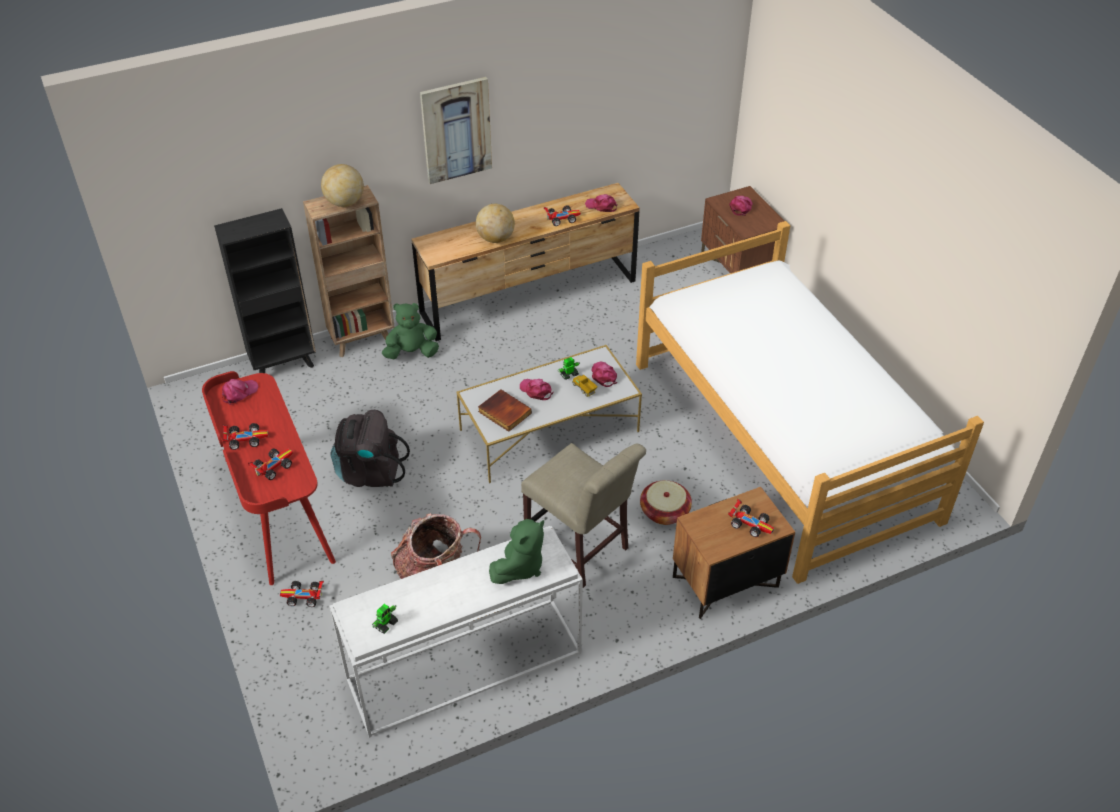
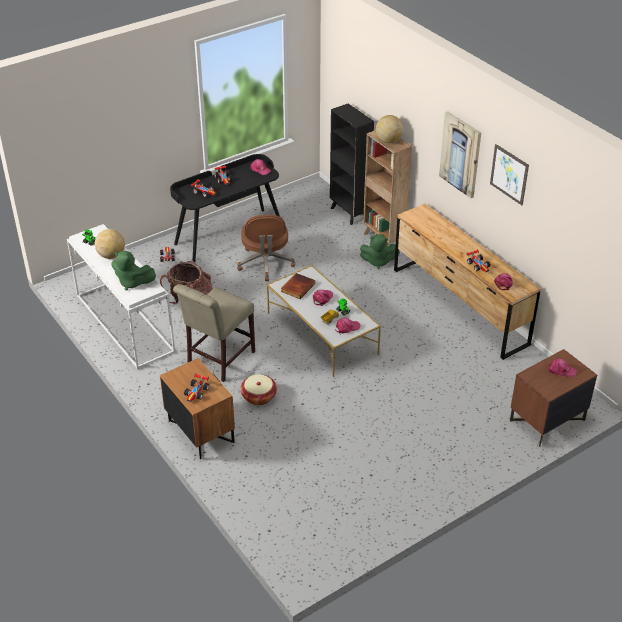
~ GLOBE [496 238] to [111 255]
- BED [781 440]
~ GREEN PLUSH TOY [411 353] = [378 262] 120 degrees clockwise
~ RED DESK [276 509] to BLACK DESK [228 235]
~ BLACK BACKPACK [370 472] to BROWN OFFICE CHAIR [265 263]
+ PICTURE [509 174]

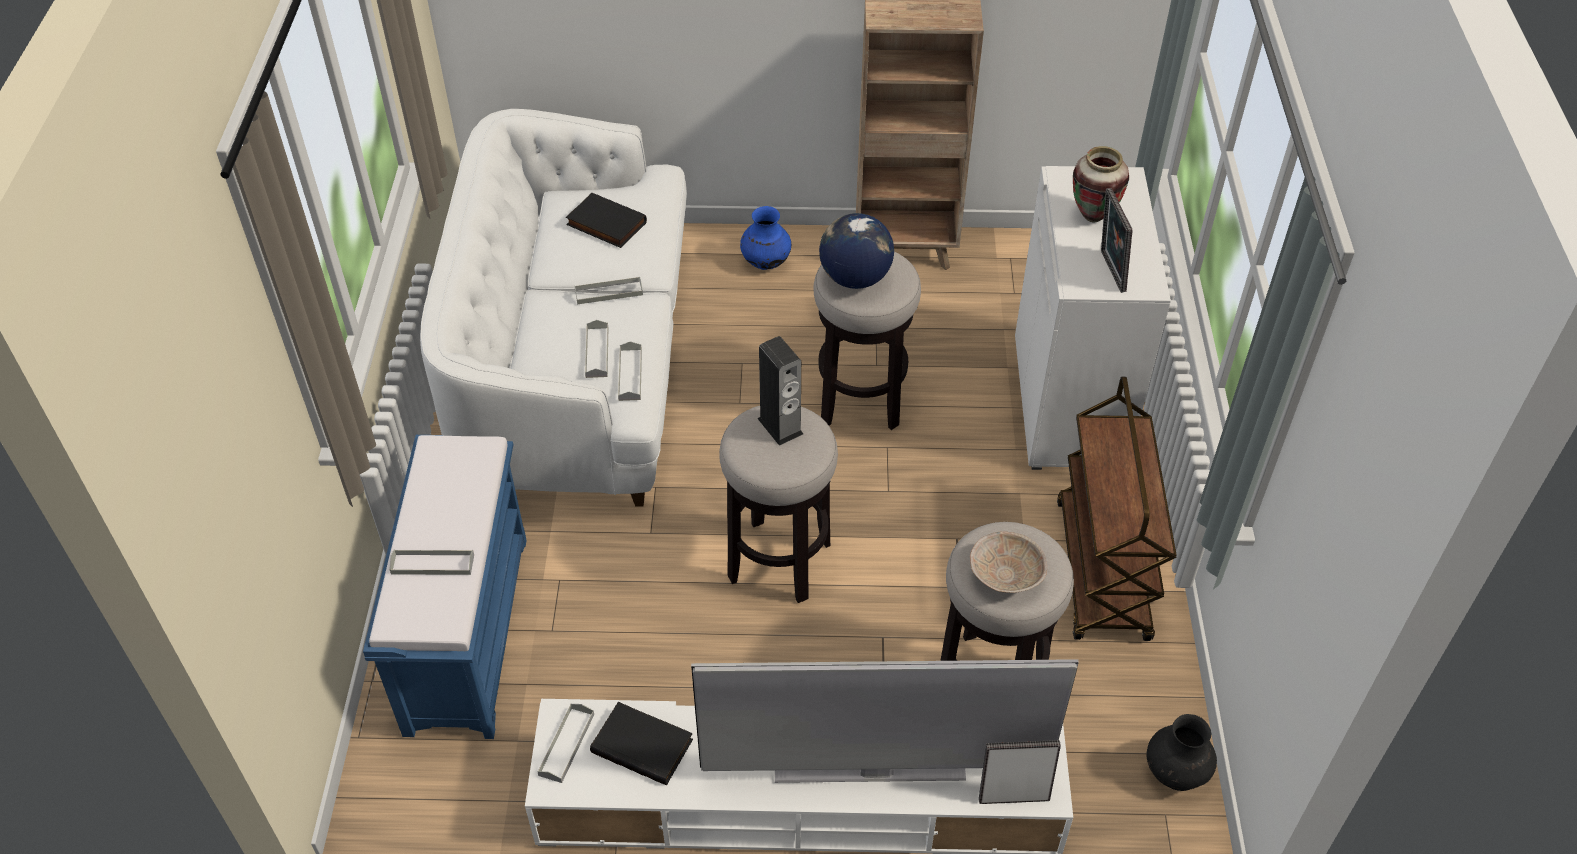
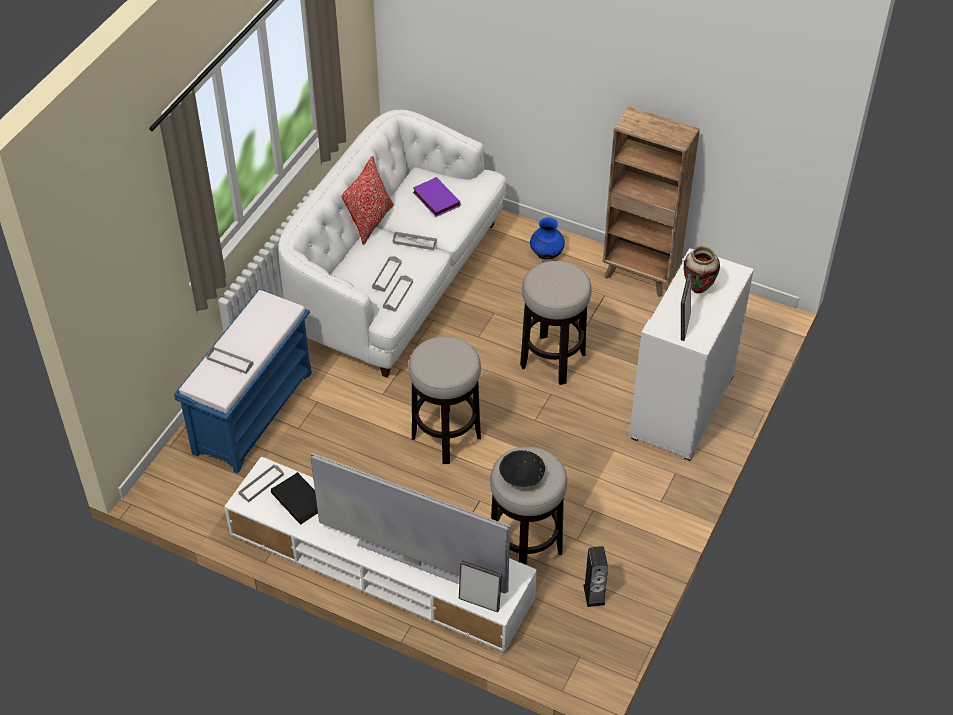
~ BLACK BOOK [605 224] to PURPLE BOOK [435 199]
- GLOBE [854 278]
~ SPEAKER [780 426] to [594 594]
- BROWN CART [1103 571]
~ BEIGE BOWL [1005 573] to BLACK BOWL [521 475]
- BLACK VASE [1175 772]
+ PILLOW [370 222]

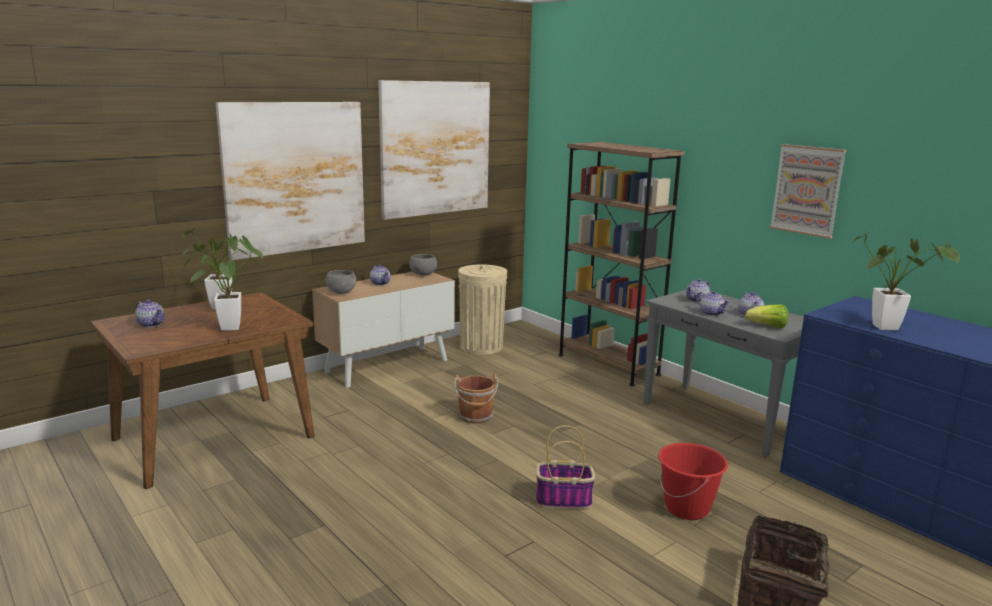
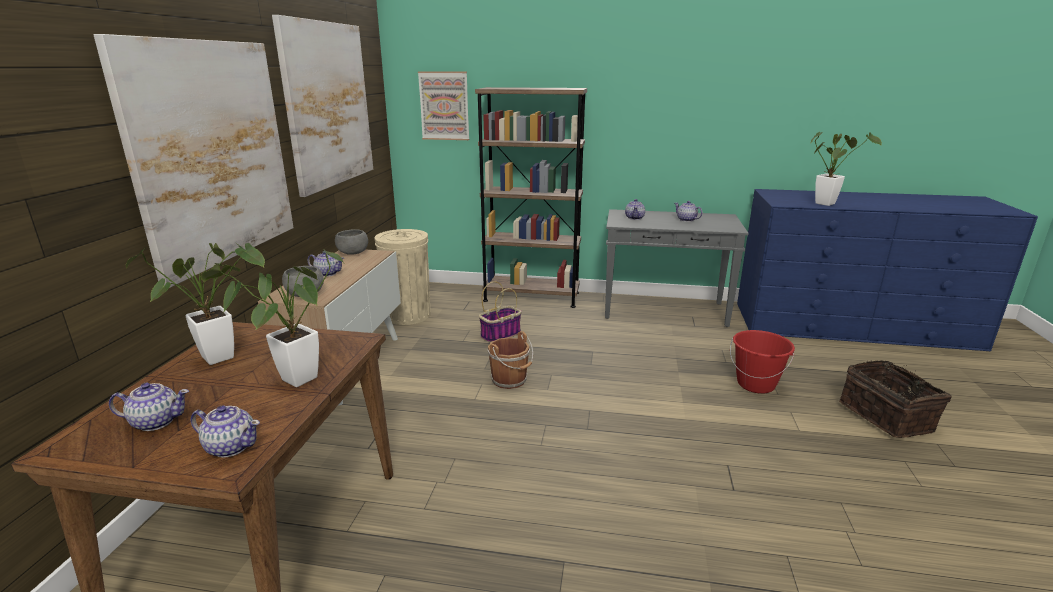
~ PICTURE [807 190] to [444 106]
~ TEAPOT [711 313] to [231 446]
- LETTUCE [767 326]
~ BASKET [564 500] to [500 334]

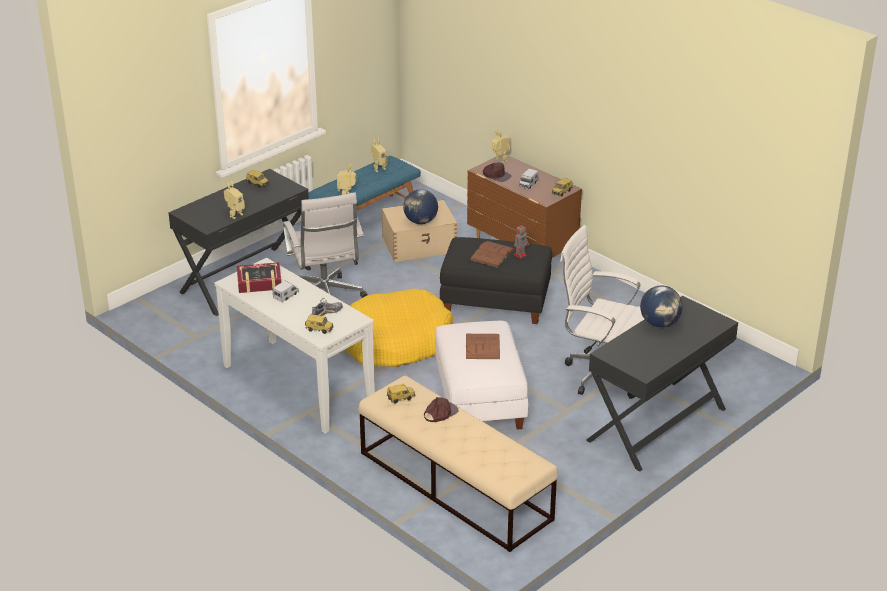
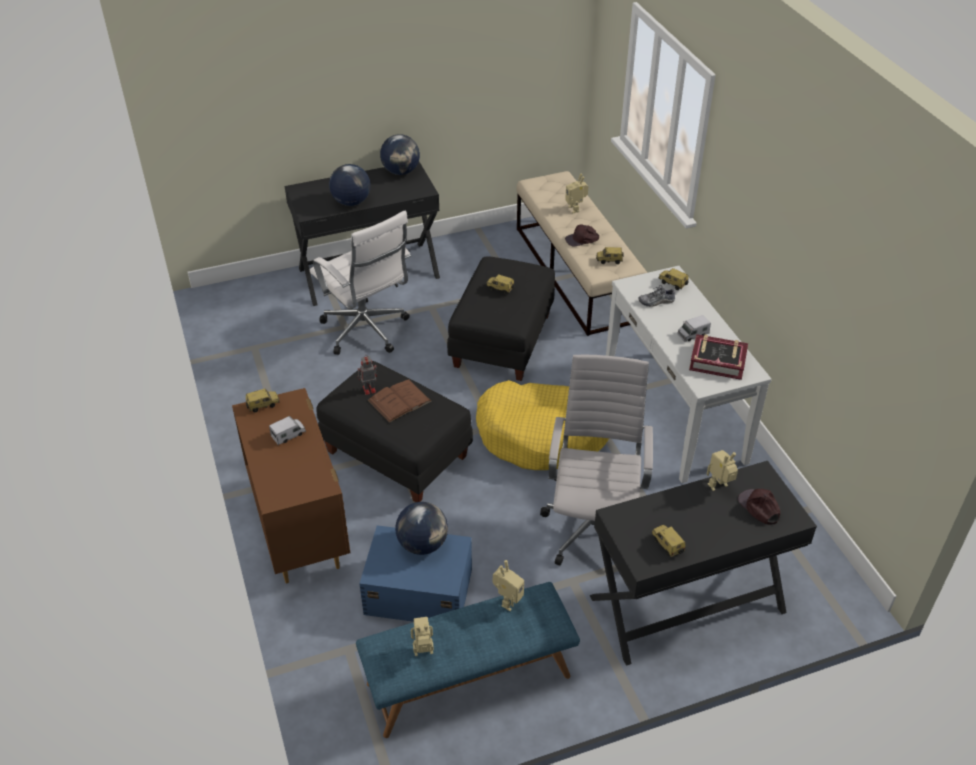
~ TOY ROBOT [500 160] to [575 209]
~ BROWN CAP [496 175] to [759 508]
~ BEIGE STORAGE BOX [420 245] to BLUE STORAGE BOX [417 590]
~ WHITE OTTOMAN [478 400] to BLACK OTTOMAN [503 341]
~ BROWN BOOK [482 346] to TOY CAR [500 289]
+ GLOBE [401 171]

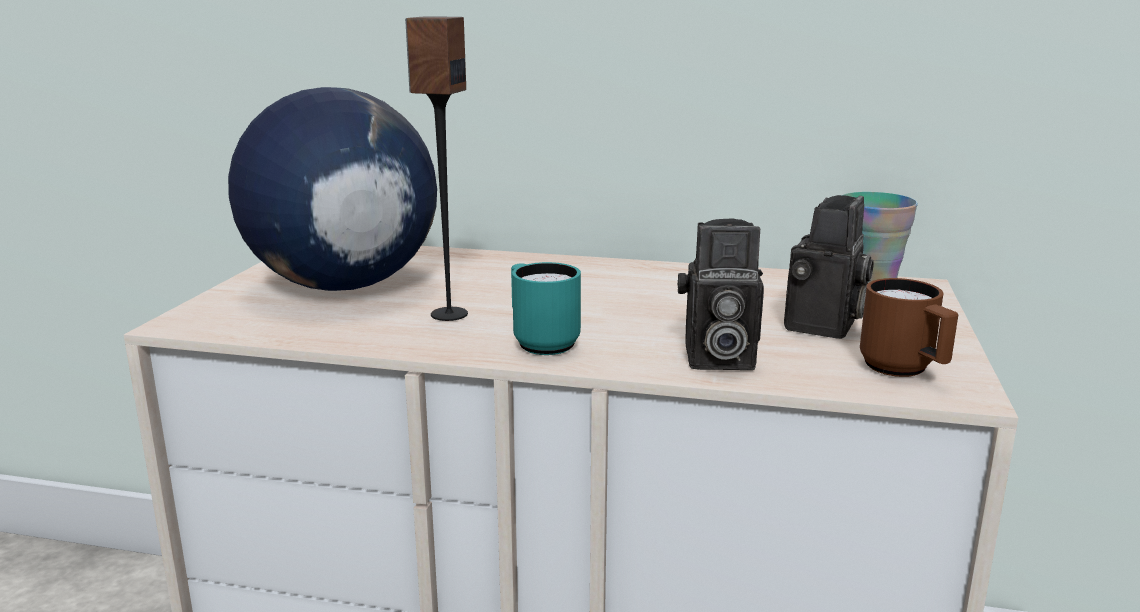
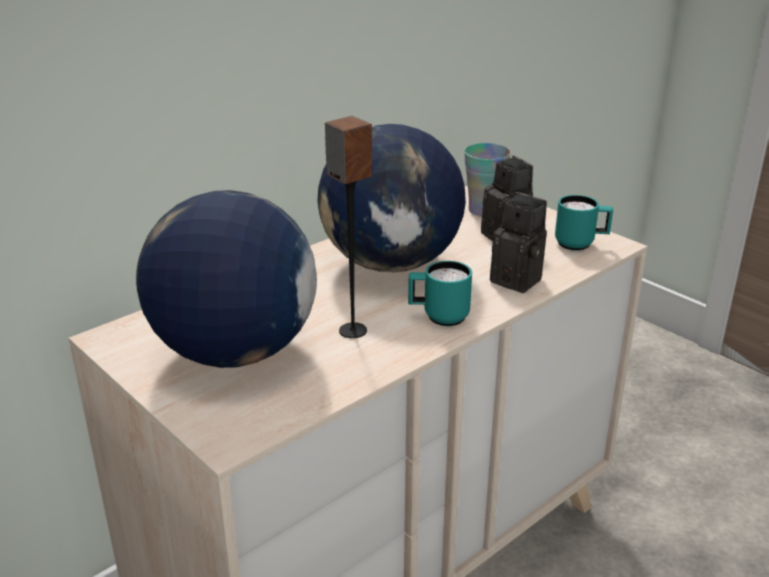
~ PHOTO CAMERA [715 359] = [519 280] 90 degrees counterclockwise
~ BROWN MUG [904 371] to TURQUOISE MUG [580 244]
+ GLOBE [392 264]

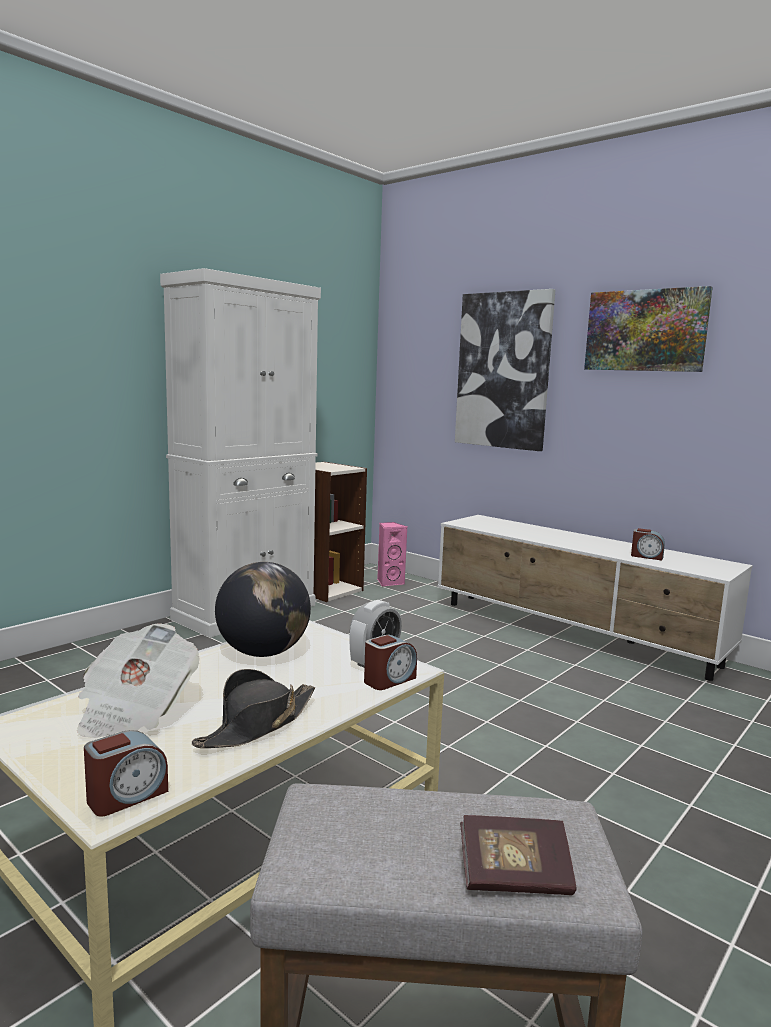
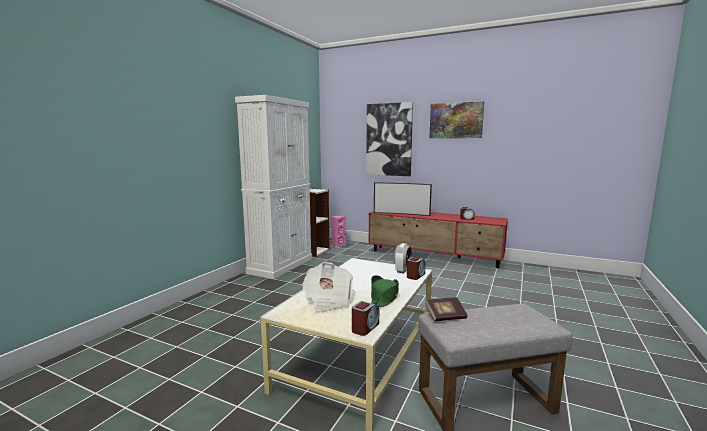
~ WHITE TV STAND [574 633] to RED TV STAND [434 257]
- GLOBE [263 653]
~ BLACK HAT [257 725] to GREEN HAT [384 298]
~ BOOK [514 876] to [445 317]
+ TELEVISION [401 213]

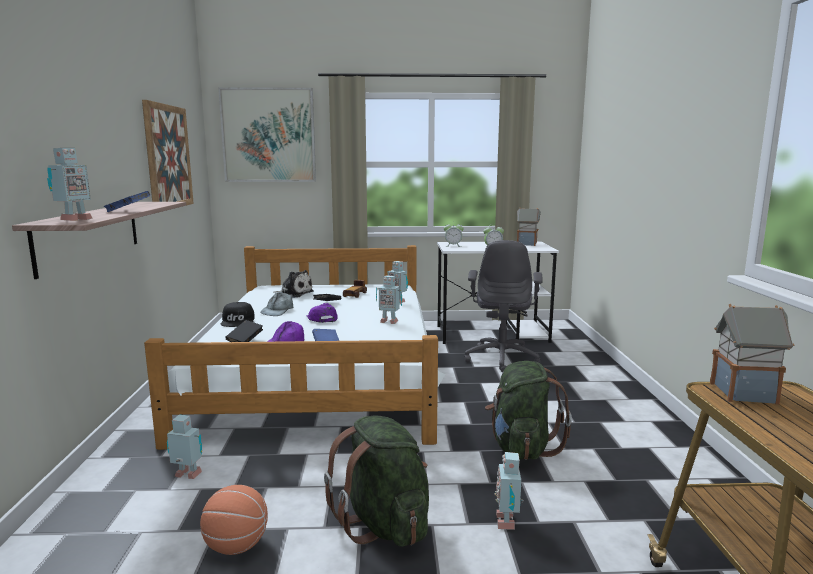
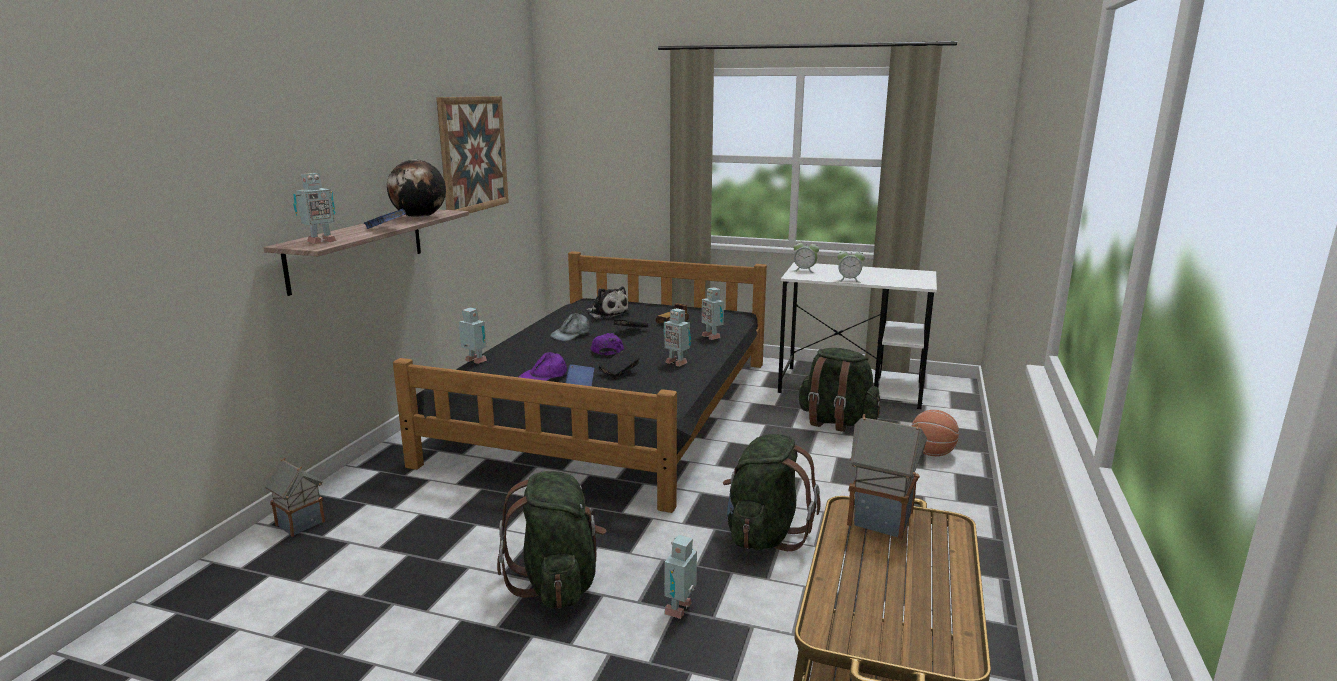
- PICTURE [268 135]
~ TOY HOUSE [527 244] to [301 523]
~ GREY OFFICE CHAIR [502 358] to GREEN BACKPACK [836 422]
~ WHITE BED [321 372] to BLACK BED [612 409]
- BLACK CAP [238 321]
~ BLACK BOOK [245 341] to [619 373]
~ TOY ROBOT [187 476] to [475 361]
~ BASKETBALL [236 546] to [931 453]
+ GLOBE [419 217]

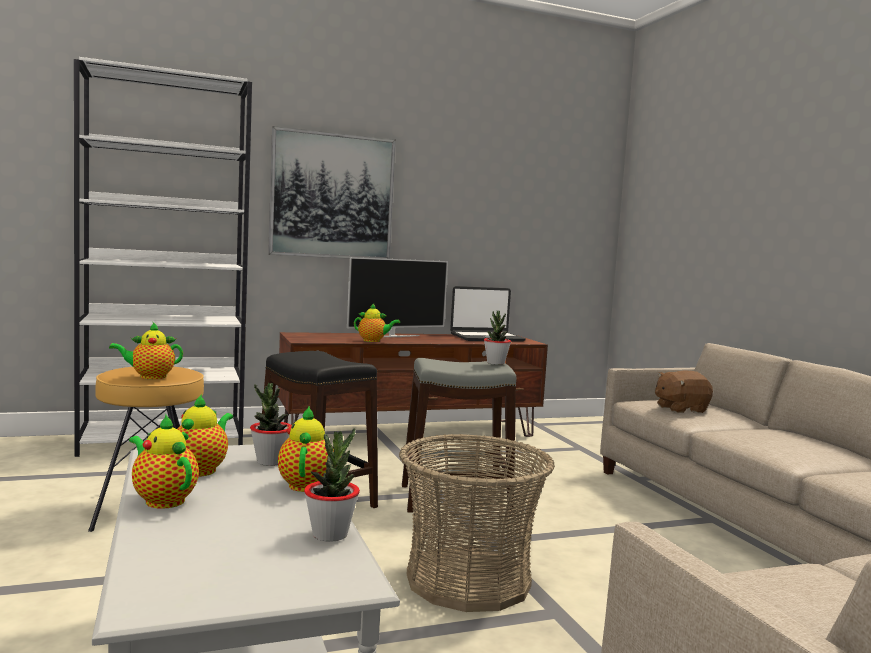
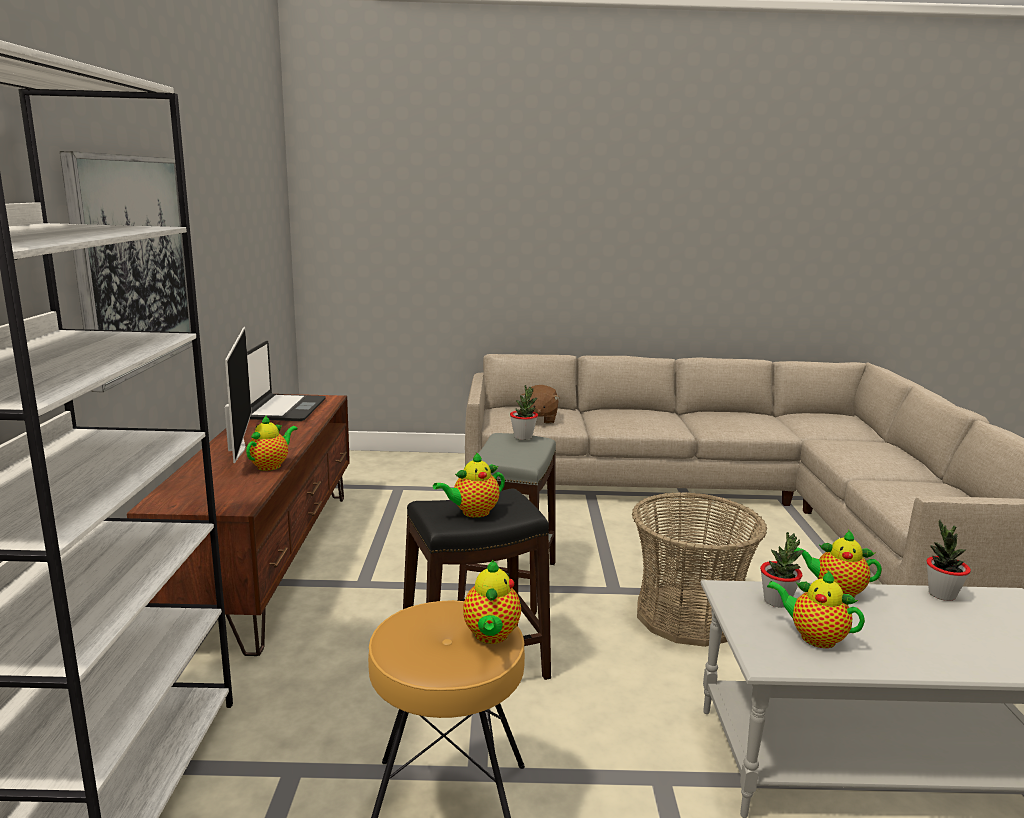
~ TEAPOT [162 500] to [472 512]

